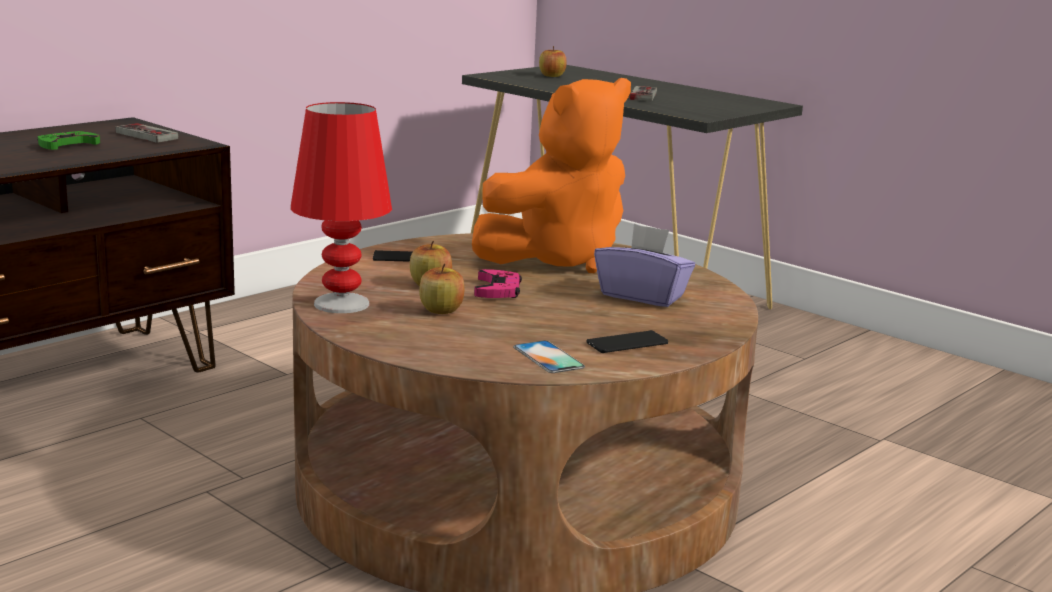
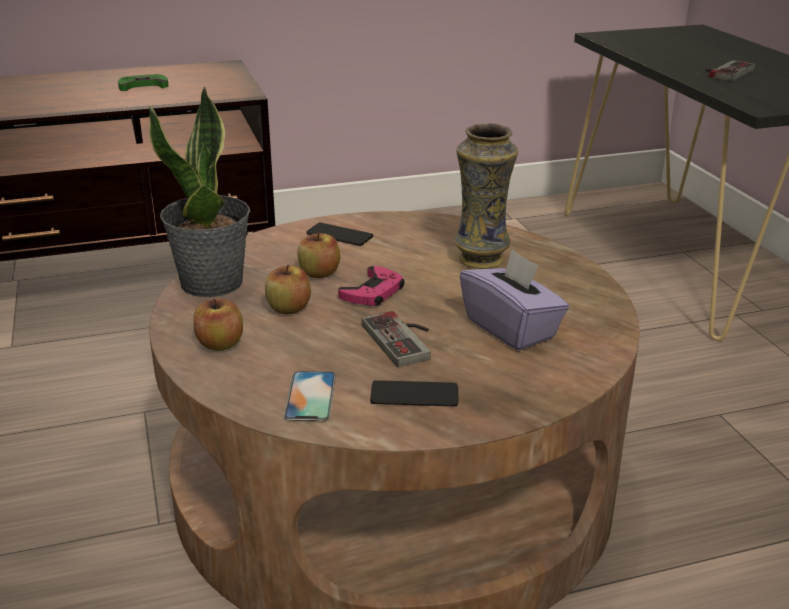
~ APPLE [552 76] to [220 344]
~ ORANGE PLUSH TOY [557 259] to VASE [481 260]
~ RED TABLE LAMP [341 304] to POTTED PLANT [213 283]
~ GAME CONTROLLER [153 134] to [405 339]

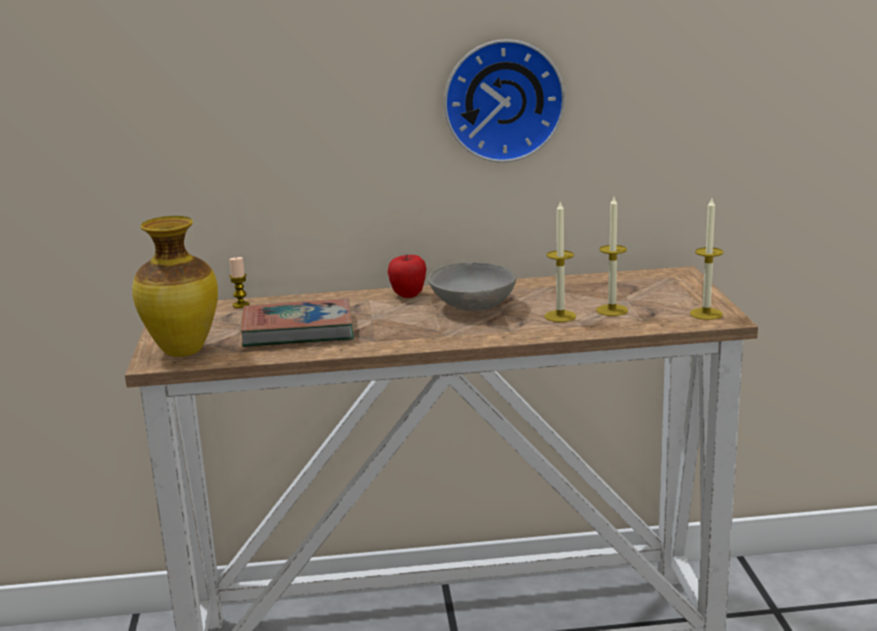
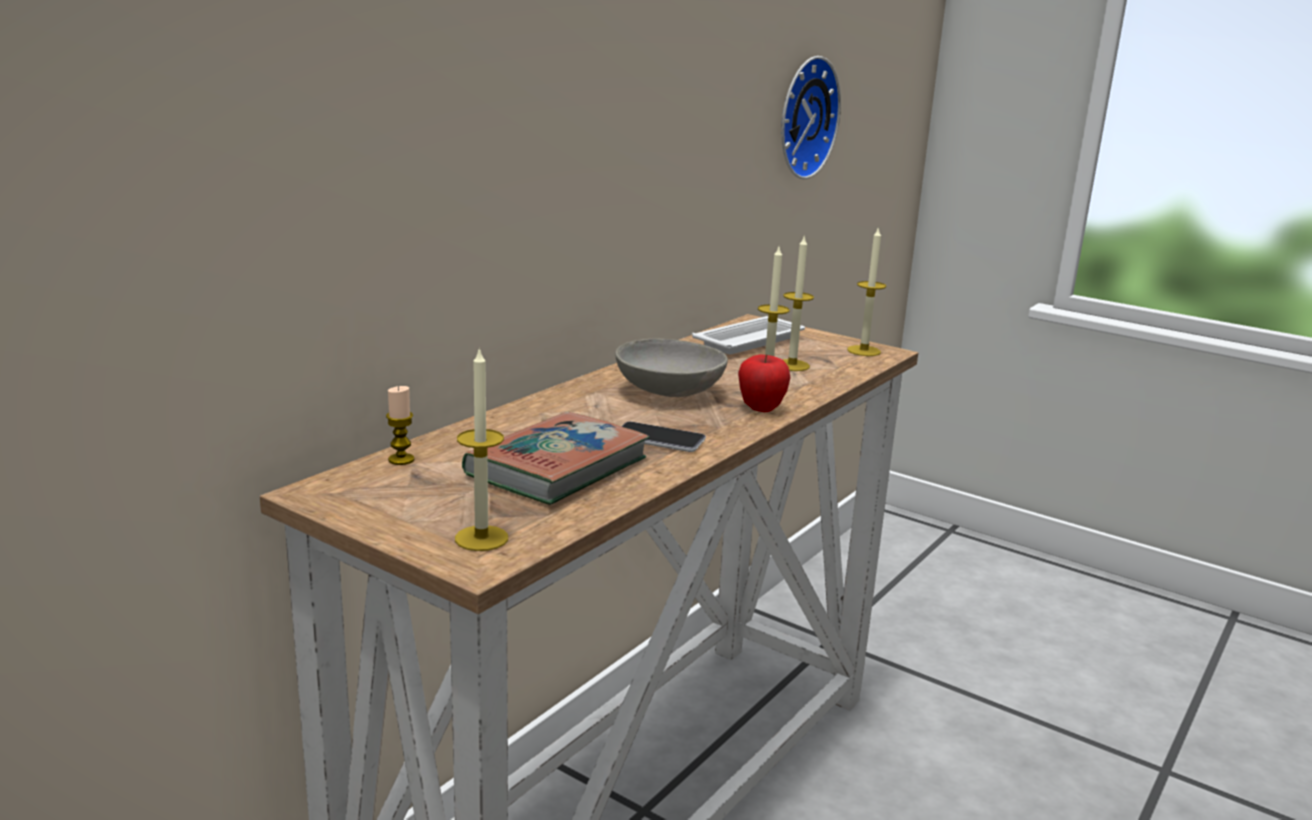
~ WALL CLOCK [502 100] to [802 117]
~ VASE [182 352] to CANDLE [481 538]
~ APPLE [408 295] to [761 409]
+ WHITE TRAY [750 341]
+ PHONE [659 439]

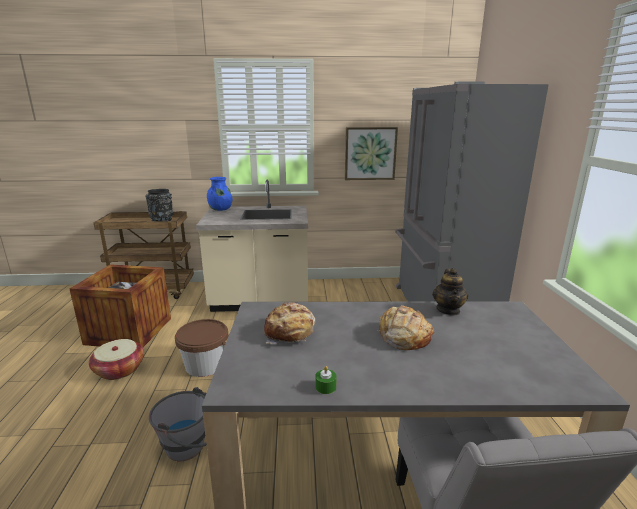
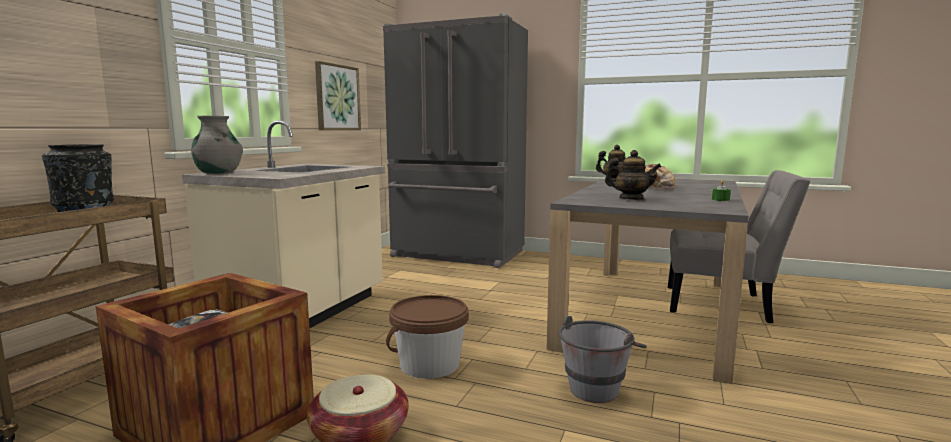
~ BLUE VASE [220 209] to GREY VASE [218 173]
~ BREAD [290 332] to TEAPOT [631 199]

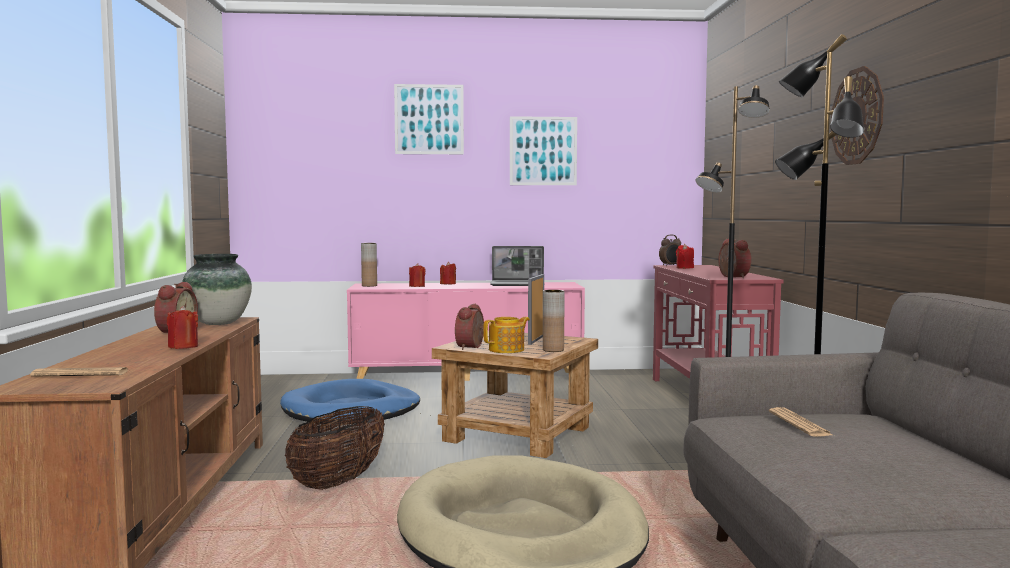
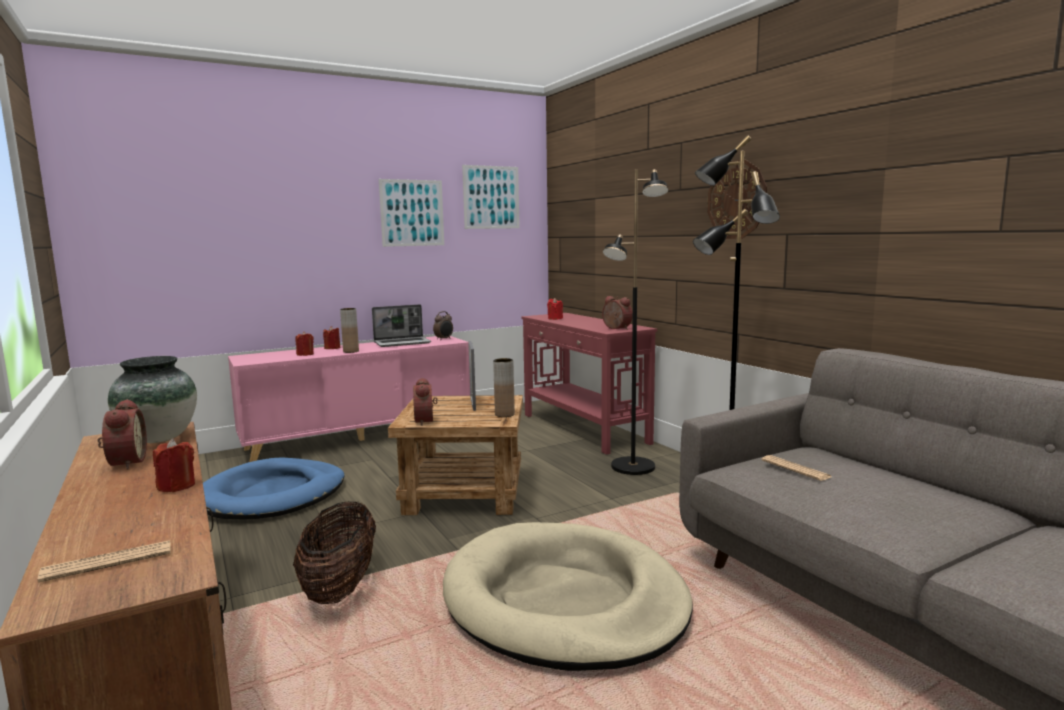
~ PICTURE [429 119] to [491 197]
~ ALARM CLOCK [670 266] to [444 339]
~ BROWN VASE [369 286] to [351 351]
- TEAPOT [507 350]

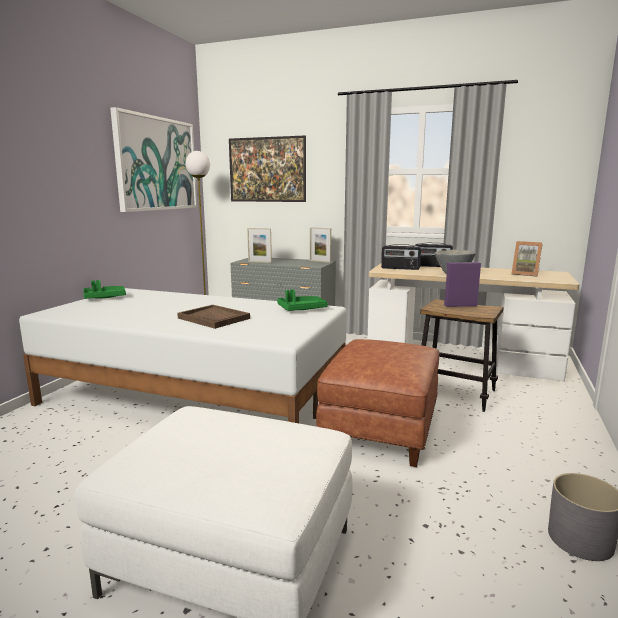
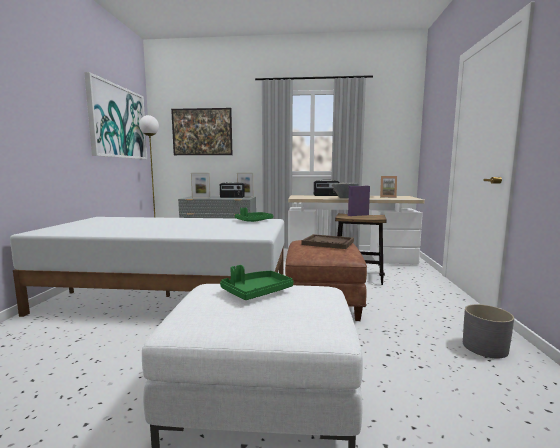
~ RADIO [400 268] to [232 197]
~ GREEN TRAY [104 297] to [256 292]
~ BROWN TRAY [214 318] to [328 243]

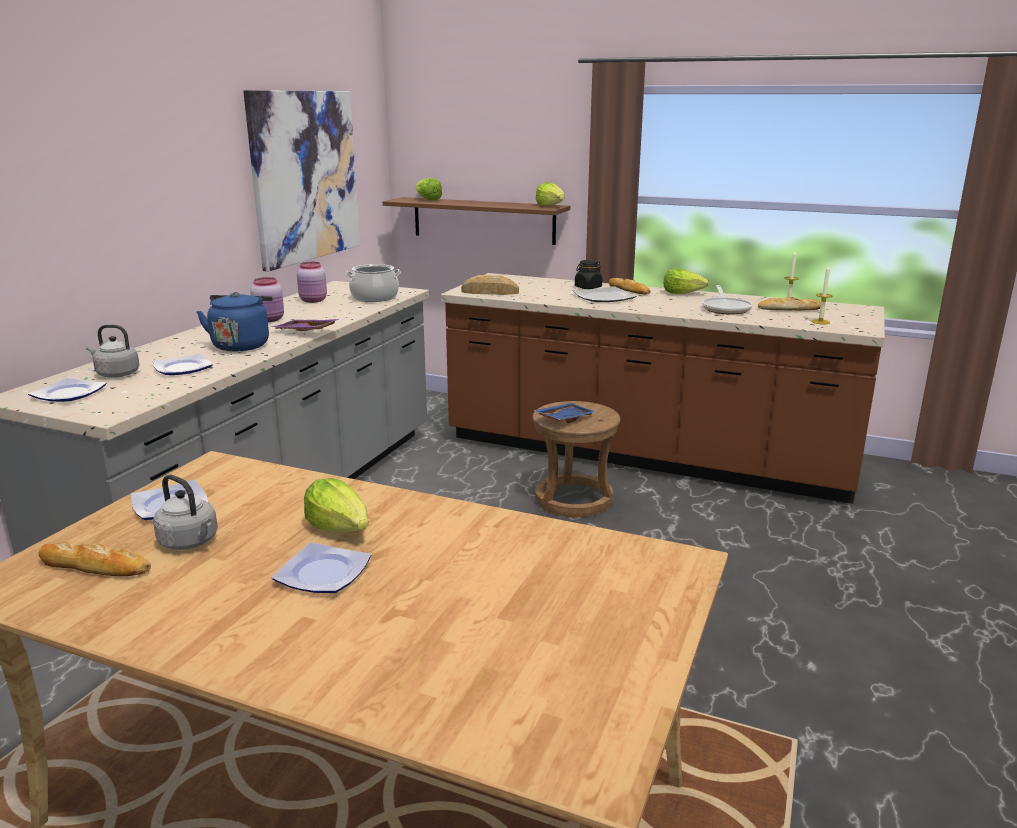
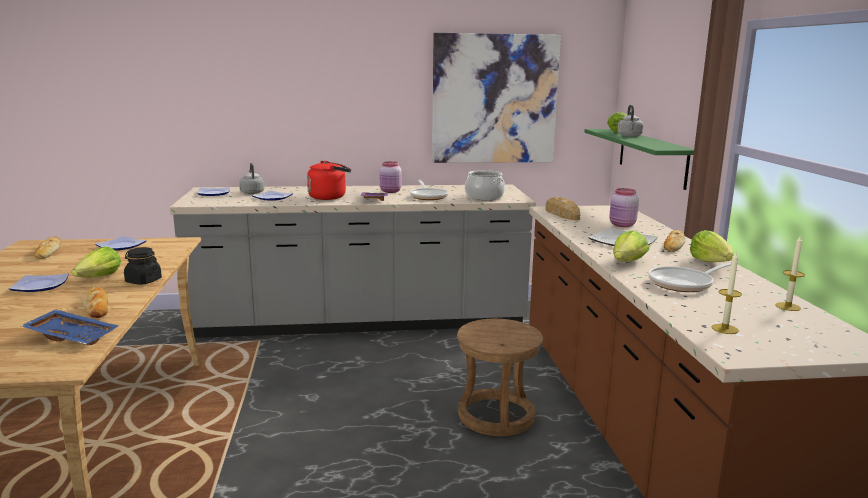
~ LETTUCE [551 206] to [627 262]
~ BROWN SHELF [483 220] to GREEN SHELF [651 157]
~ BLACK JAR [588 287] to [143 281]
~ PINK JAR [313 300] to [622 225]
~ BLUE KETTLE [241 345] to RED KETTLE [329 197]
~ BREAD [789 309] to [97 306]
~ BLUE TRAY [564 419] to [73 336]
~ GREY KETTLE [190 542] to [629 136]
+ FRYING PAN [428 196]

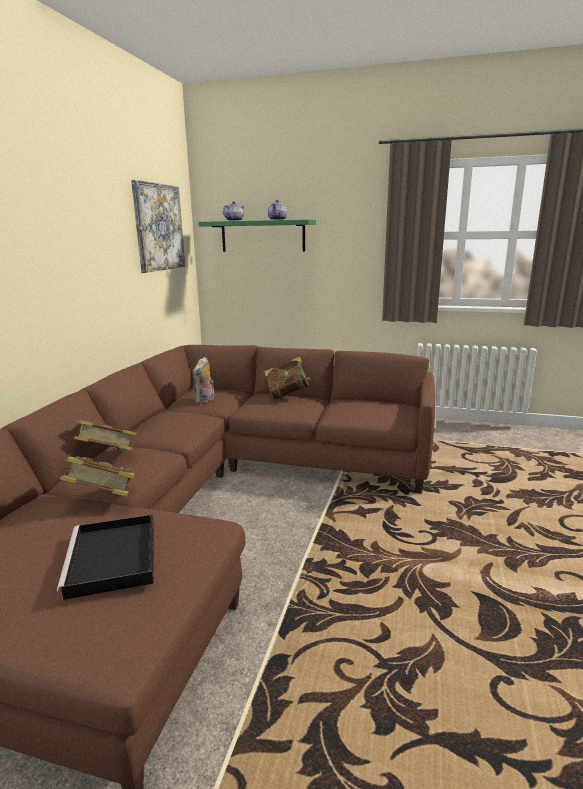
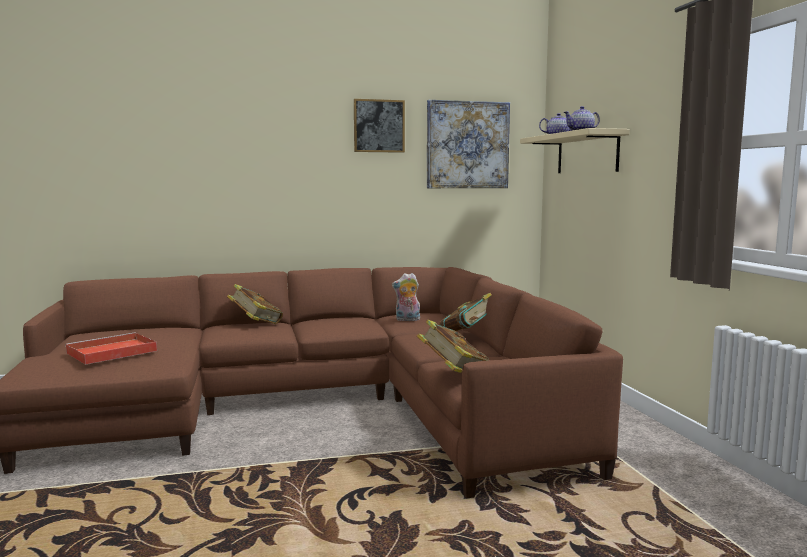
~ GREEN SHELF [262 236] to BEIGE SHELF [587 153]
~ BOOK [102 499] to [453 374]
~ BLACK TRAY [113 559] to RED TRAY [110 352]
+ PICTURE [379 126]

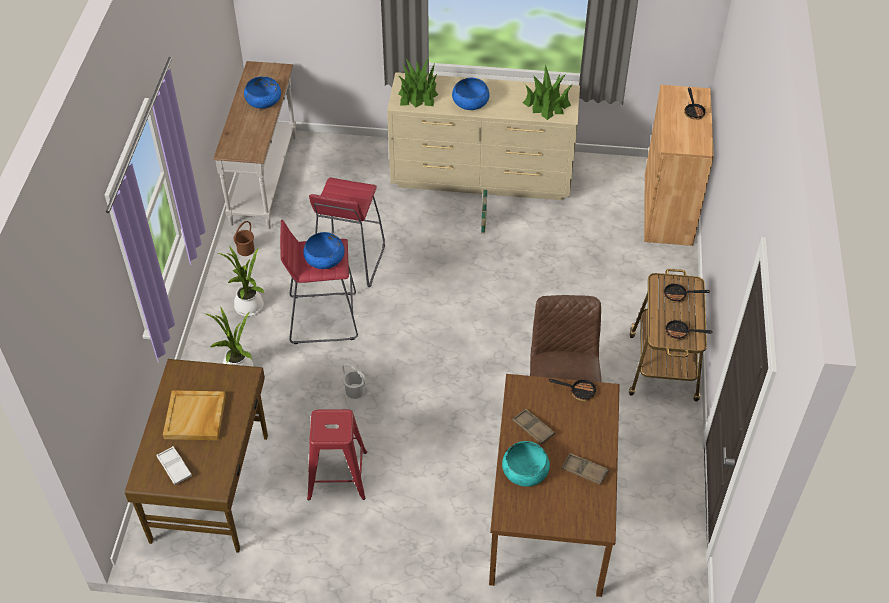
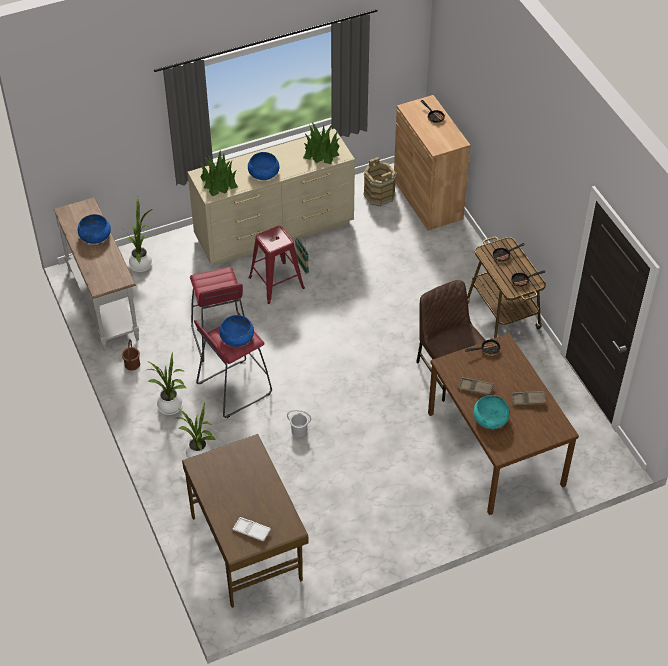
- BEIGE TRAY [195 417]
~ RED STOOL [338 474] to [276 282]
+ BROWN BUCKET [379 195]
+ POTTED PLANT [141 263]

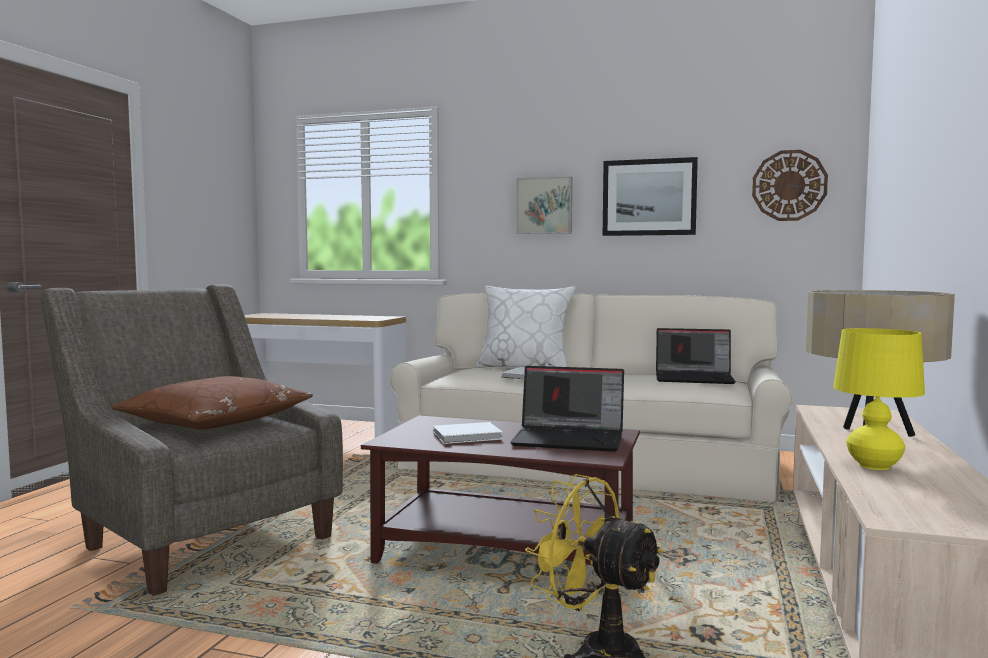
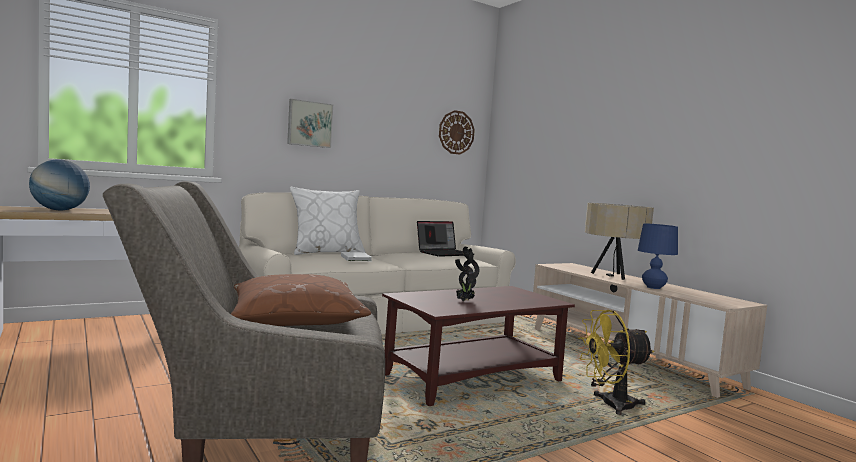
- PICTURE [649 197]
~ YELLOW TABLE LAMP [873 466] to BLUE TABLE LAMP [653 287]
- LAPTOP [570 439]
~ WHITE BOOK [469 436] to POTTED PLANT [464 301]
+ GLOBE [59 210]

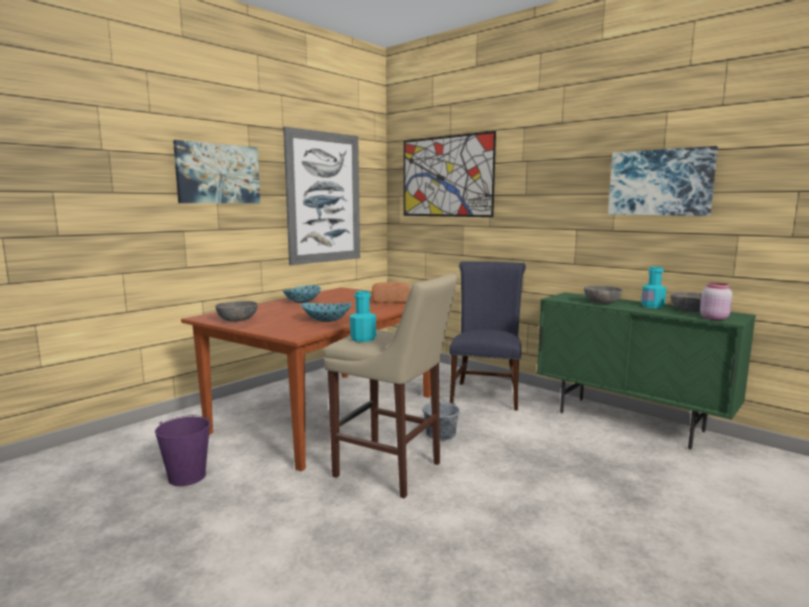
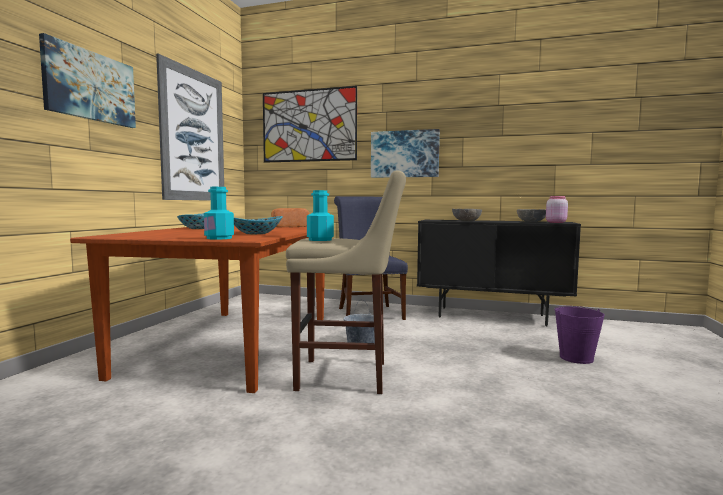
~ PICTURE [660 182] to [404 154]
~ TURQUOISE BOTTLE [652 306] to [219 238]
~ GREEN CABINET [630 422] to BLACK CABINET [491 316]
- GREY BOWL [237 320]
~ PURPLE BUCKET [187 477] to [576 358]

